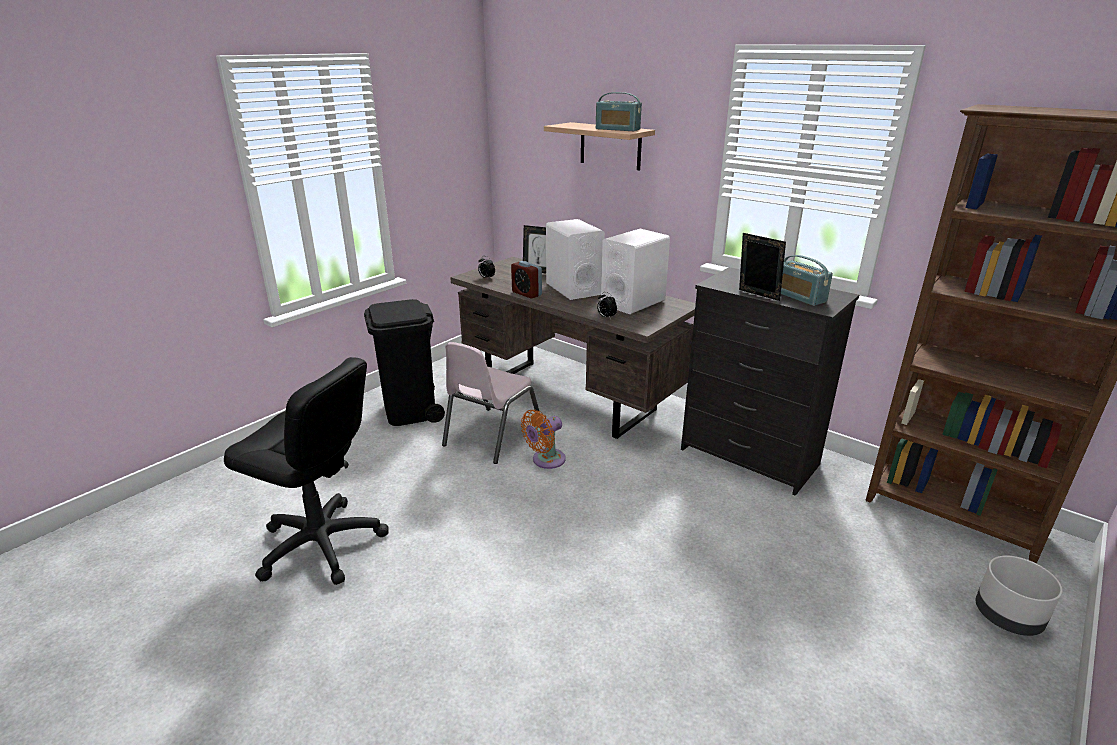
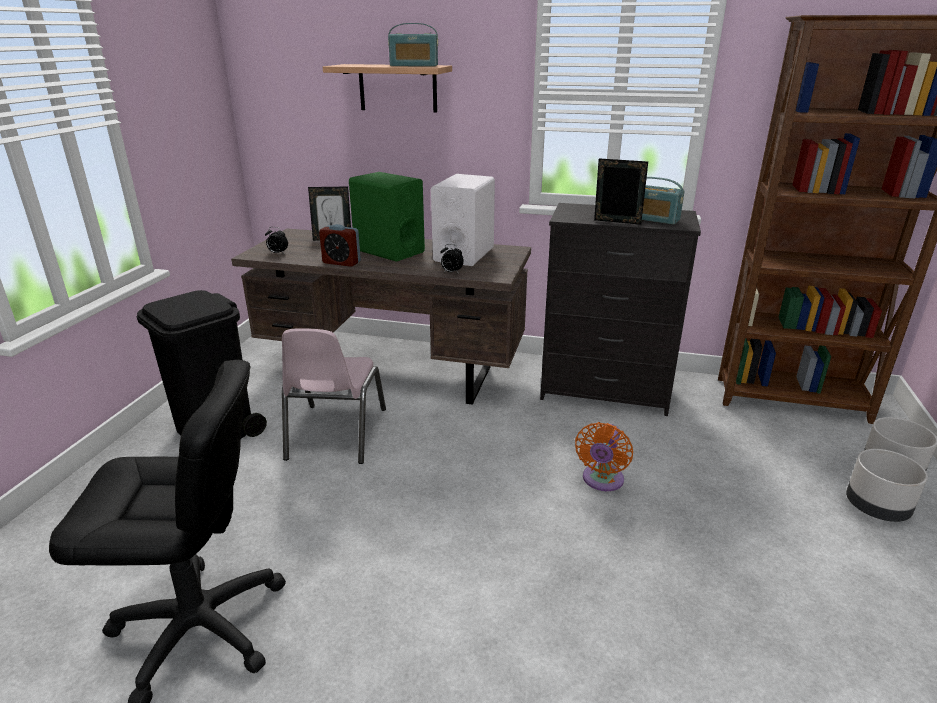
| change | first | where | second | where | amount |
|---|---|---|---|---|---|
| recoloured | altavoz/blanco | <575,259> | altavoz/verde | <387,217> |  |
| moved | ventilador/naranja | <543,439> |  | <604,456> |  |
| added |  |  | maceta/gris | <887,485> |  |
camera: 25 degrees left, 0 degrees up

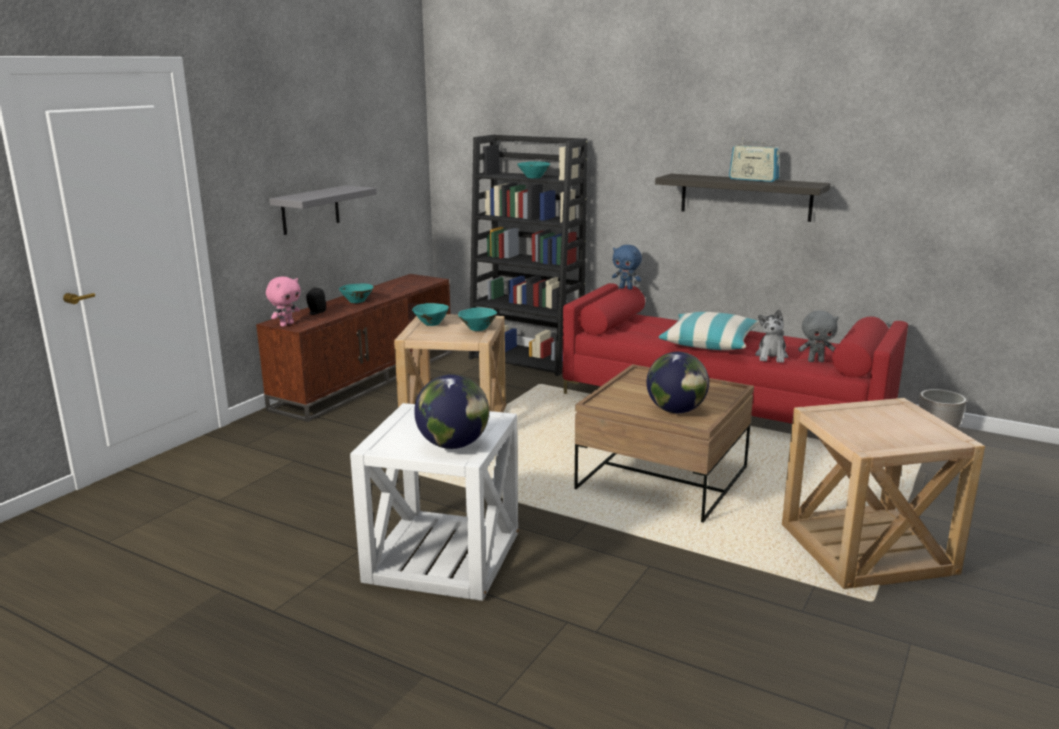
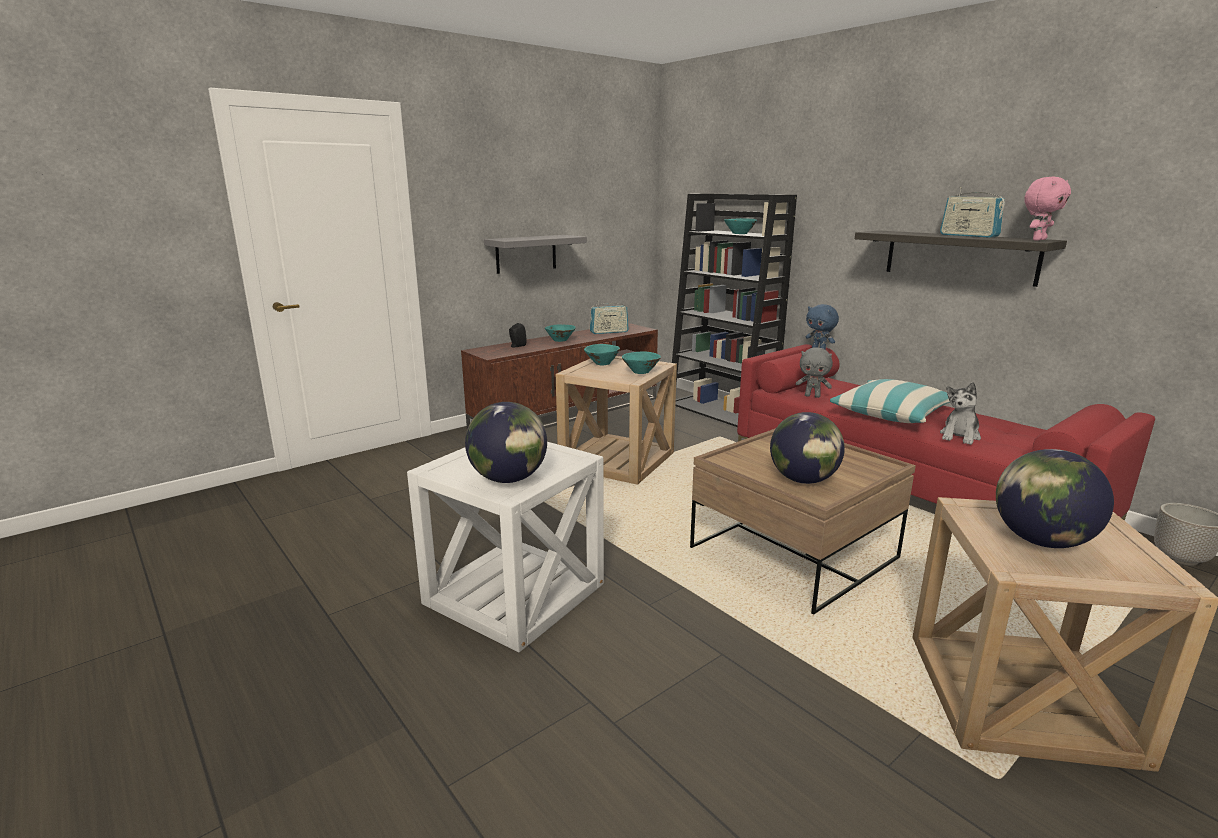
| change | first | where | second | where | amount |
|---|---|---|---|---|---|
| added |  |  | radio | <609,317> |  |
| moved | peluche/gris | <818,336> |  | <814,372> |  |
| added |  |  | globo terráqueo | <1055,498> |  |
| moved | peluche/rosa | <283,301> |  | <1047,209> |  |
camera: 20 degrees right, 0 degrees up

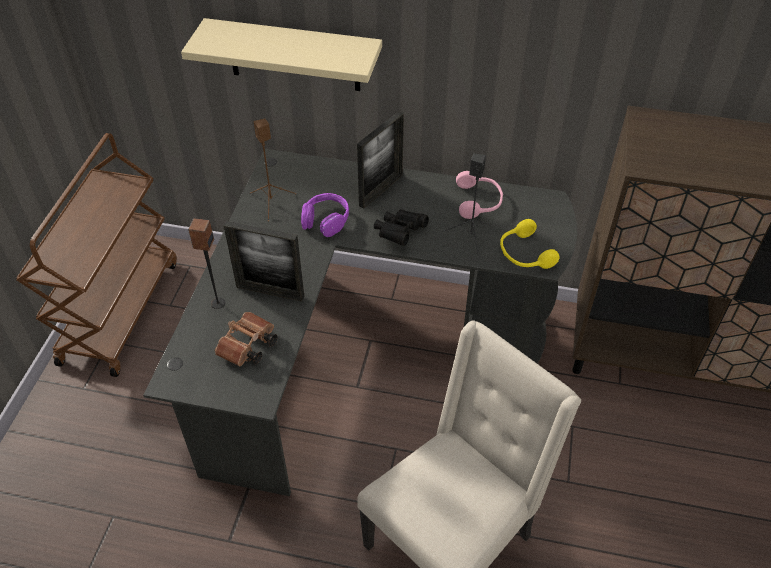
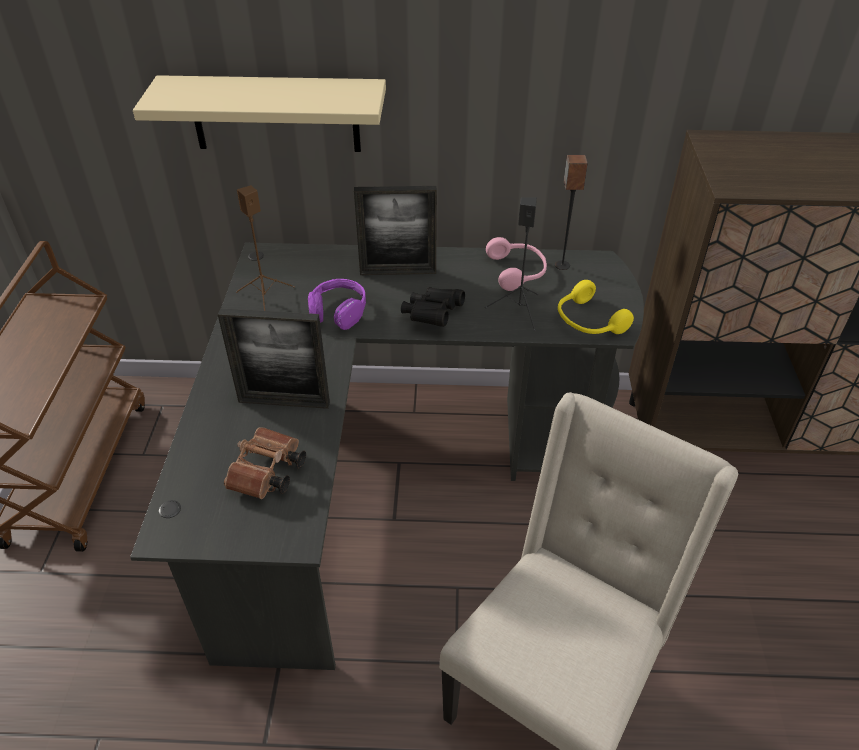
| change | first | where | second | where | amount |
|---|---|---|---|---|---|
| turned | portarretratos | <380,160> |  | <395,230> | 60 degrees clockwise |
| moved | altavoz | <206,263> |  | <571,212> |  |
camera: 10 degrees left, 5 degrees down

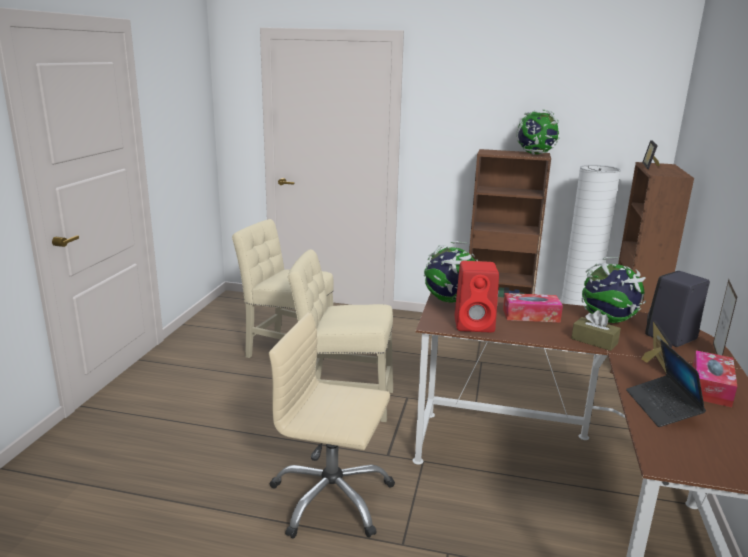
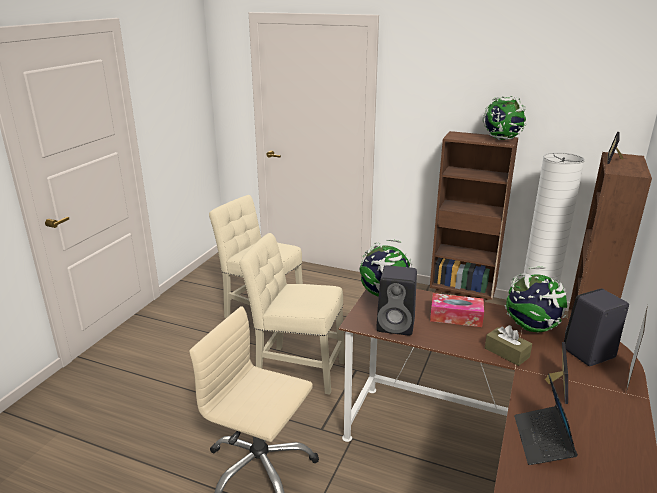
| change | first | where | second | where | amount |
|---|---|---|---|---|---|
| recoloured | altavoz/rojo | <477,296> | altavoz/negro | <396,300> |  |
| removed | caja de pañuelos | <714,378> |  |  |  |
camera: 10 degrees right, 5 degrees up

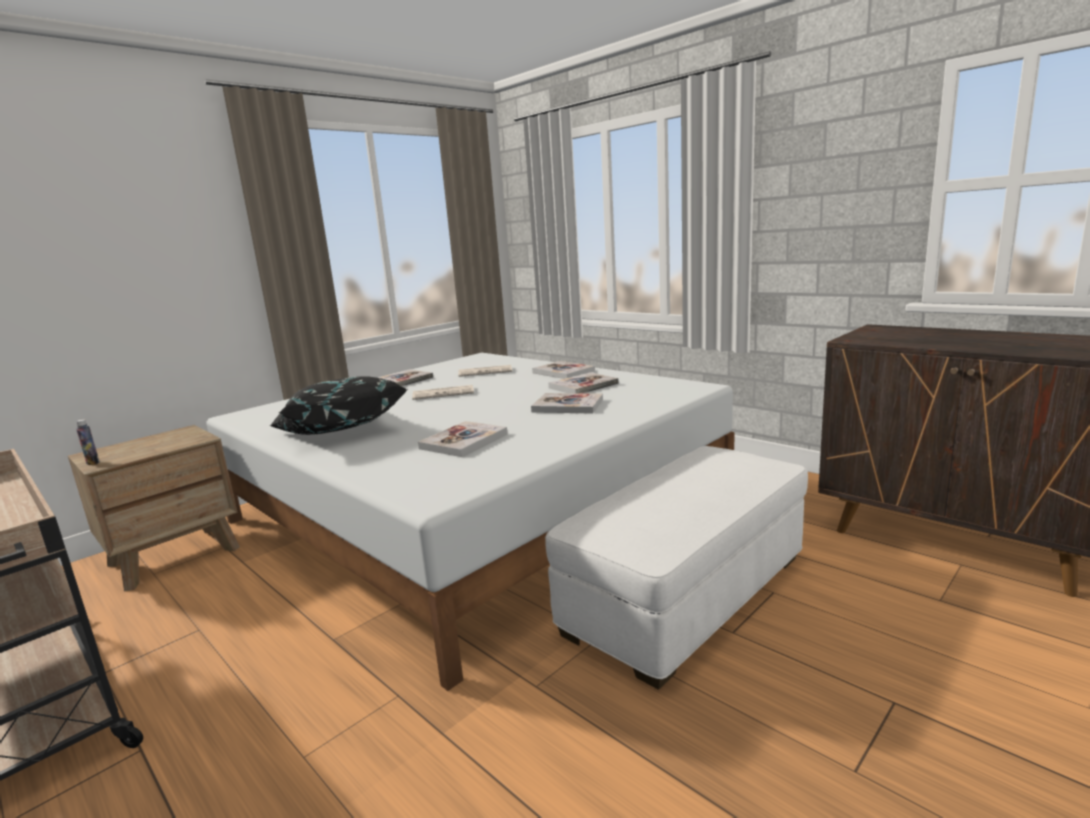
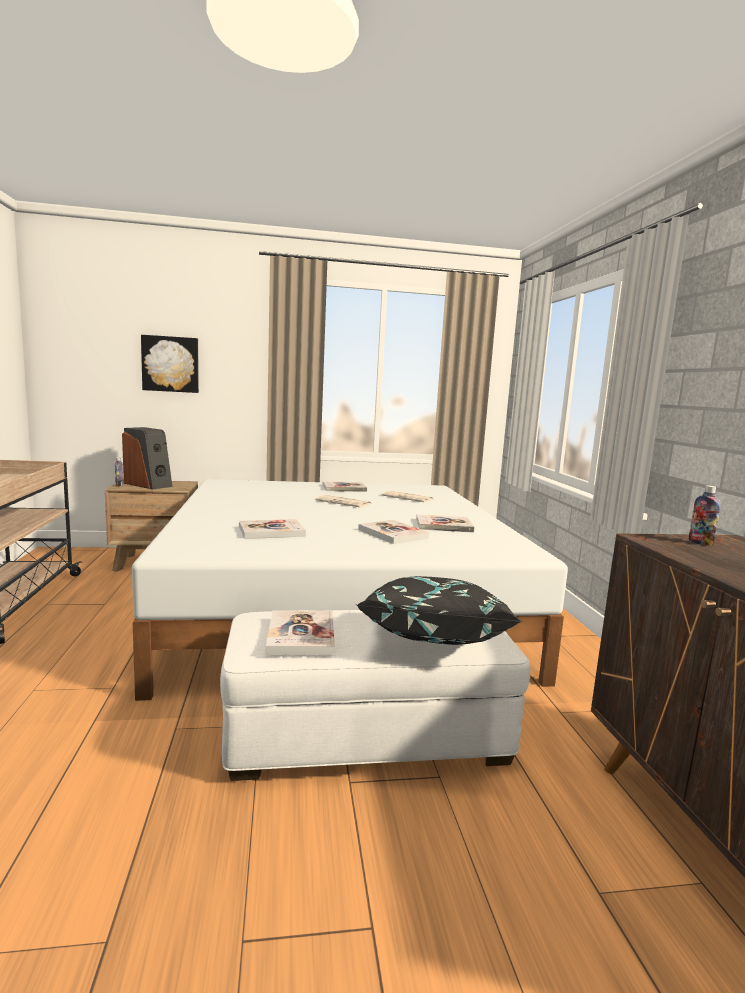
| change | first | where | second | where | amount |
|---|---|---|---|---|---|
| added |  |  | altavoz | <147,458> |  |
| added |  |  | cuadro | <170,364> |  |
| moved | libro | <563,370> |  | <300,632> |  |
| moved | cojín/negro | <339,405> |  | <439,610> |  |
| added |  |  | botella | <705,515> |  |
camera: 35 degrees right, 5 degrees down

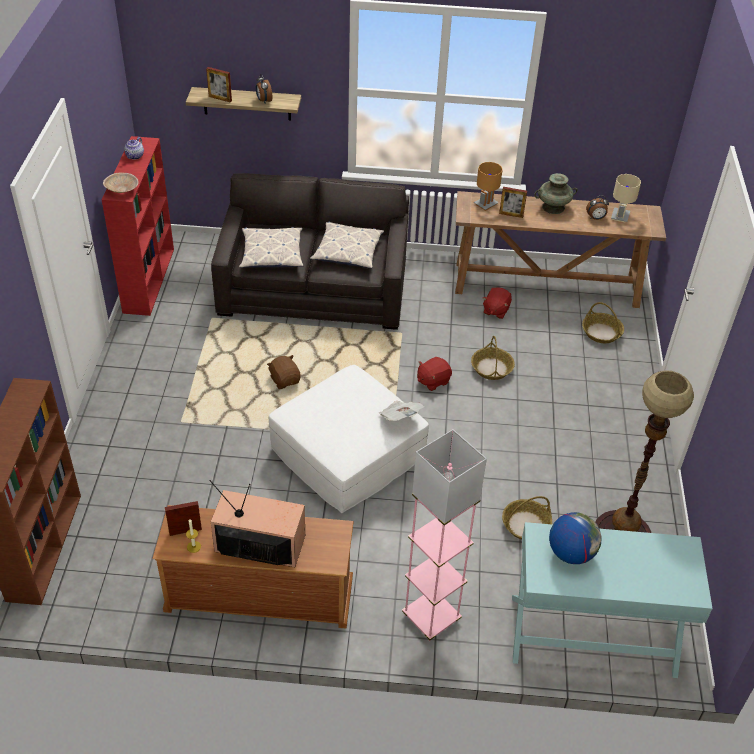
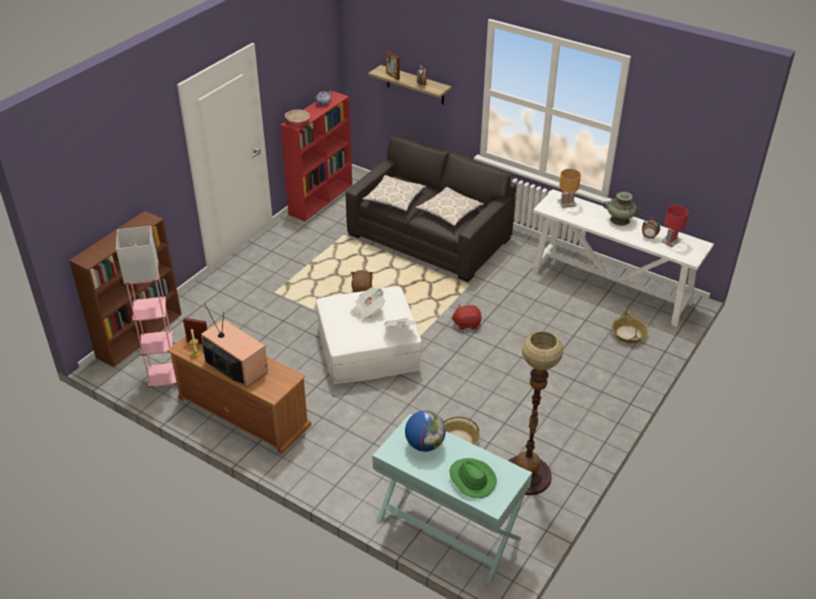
| change | first | where | second | where | amount |
|---|---|---|---|---|---|
| moved | lámpara de pie/rosa | <444,535> |  | <146,308> |  |
| added |  |  | periódico | <367,304> |  |
| added |  |  | sombrero/verde | <473,478> |  |
| recoloured | mesa consola/marrón | <560,249> | mesa consola/blanco | <623,258> |  |
| recoloured | lámpara de mesa/beis | <626,198> | lámpara de mesa/rojo | <674,226> |  |
| removed | cesta | <493,358> |  |  |  |
| removed | peluche/rojo | <497,303> |  |  |  |
| removed | portarretratos | <513,202> |  |  |  |
camera: 30 degrees right, 5 degrees down

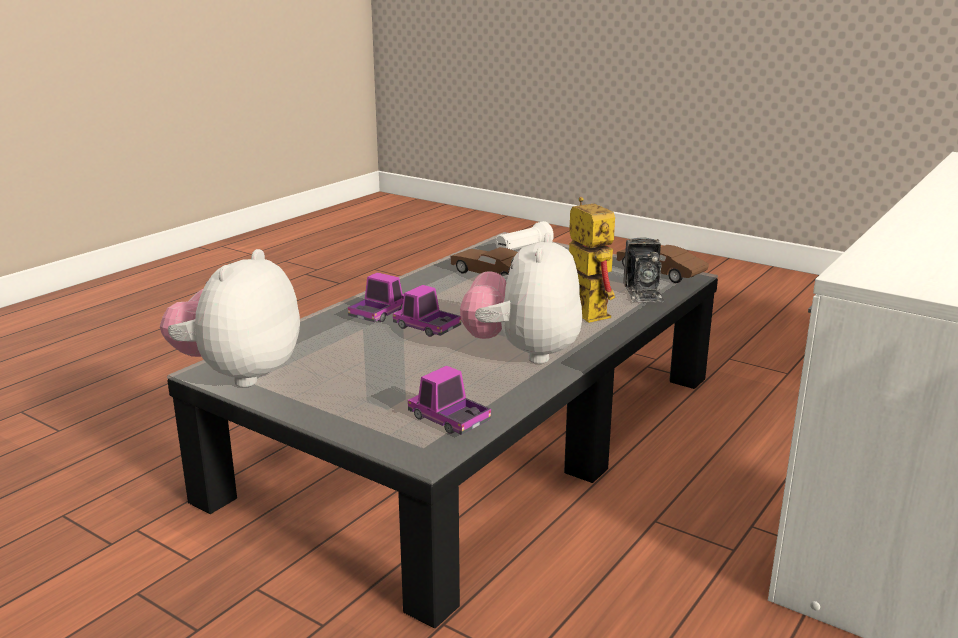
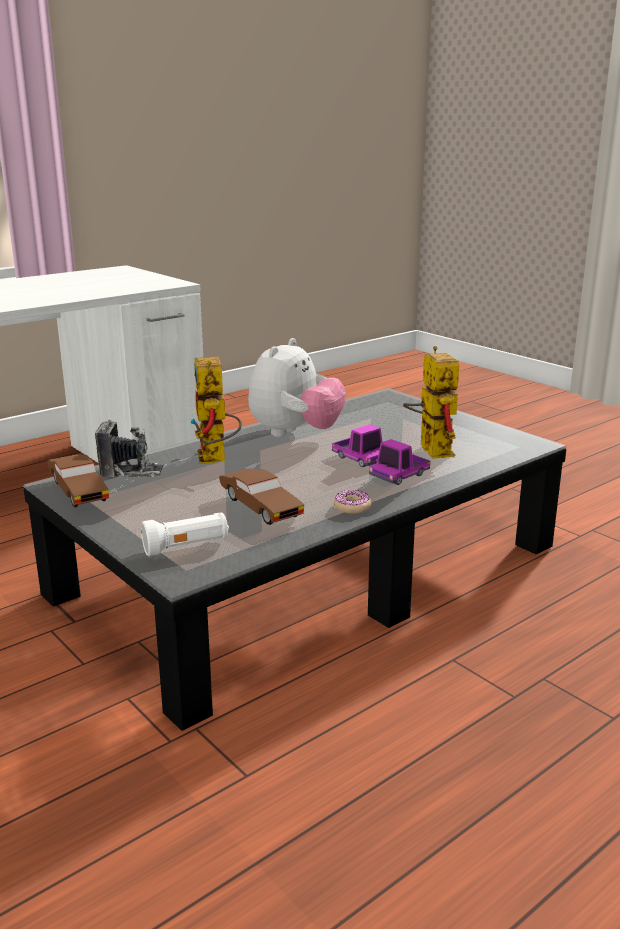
| change | first | where | second | where | amount |
|---|---|---|---|---|---|
| turned | cámara | <644,269> |  | <129,448> | 75 degrees clockwise |
| added |  |  | rosquilla | <352,502> |  |
| added |  |  | robot de juguete | <431,402> |  |
| removed | peluche | <230,318> |  |  |  |
| removed | camión de juguete | <449,400> |  |  |  |
camera: 165 degrees left, 0 degrees up

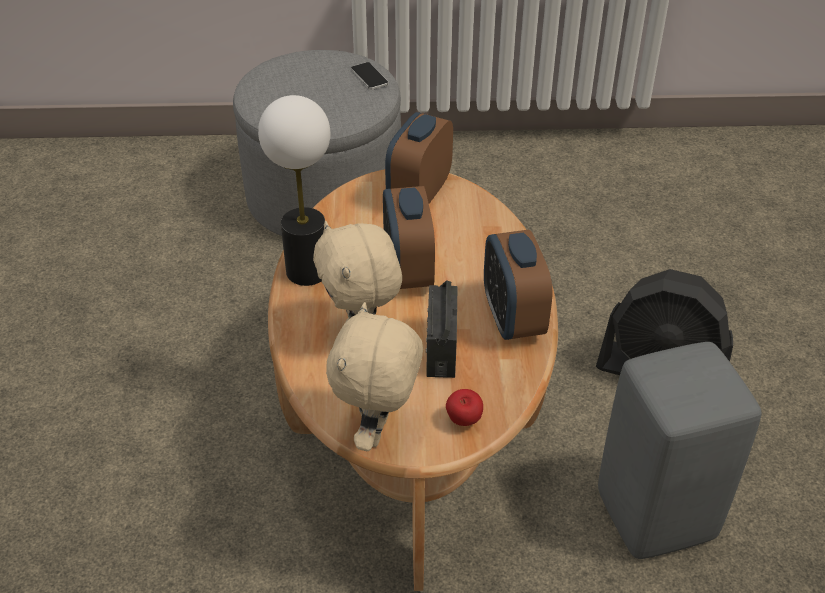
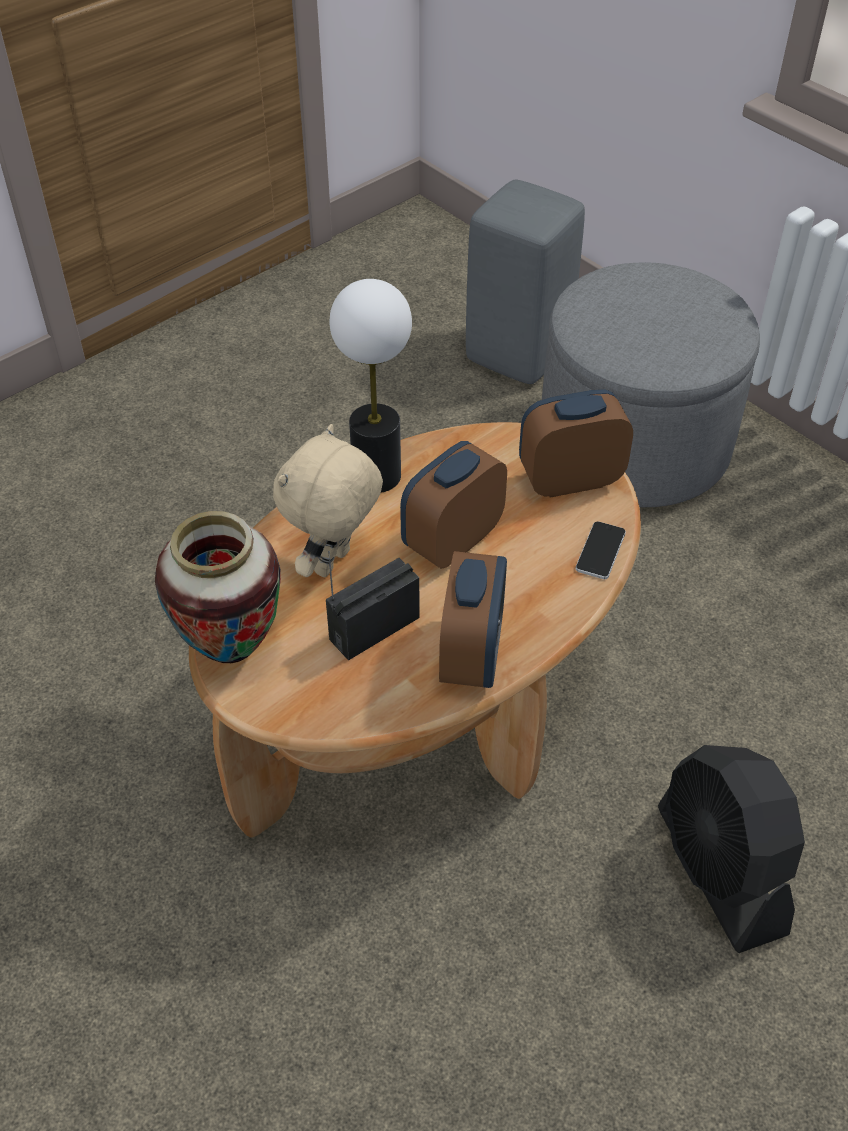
| change | first | where | second | where | amount |
|---|---|---|---|---|---|
| replaced | peluche/beis | <374,376> | florero | <218,587> |  |
| turned | despertador | <518,284> |  | <473,619> | 150 degrees clockwise |
| moved | taburete/gris | <679,450> |  | <525,282> |  |
| moved | móvil | <370,76> |  | <601,550> |  |
| removed | manzana | <464,407> |  |  |  |
camera: 50 degrees right, 5 degrees up

